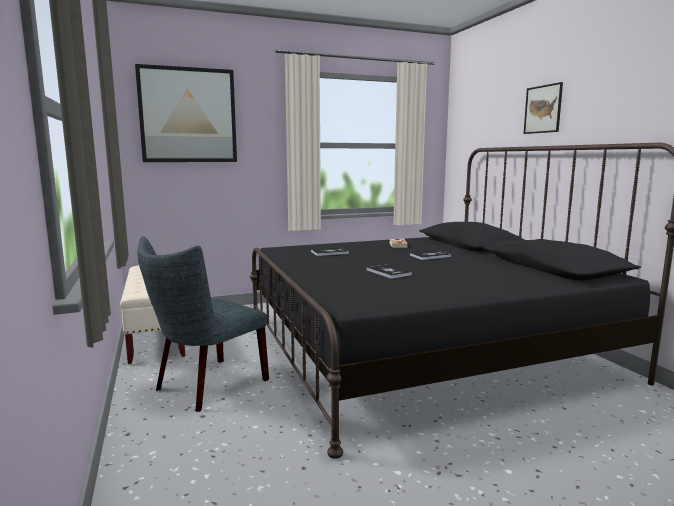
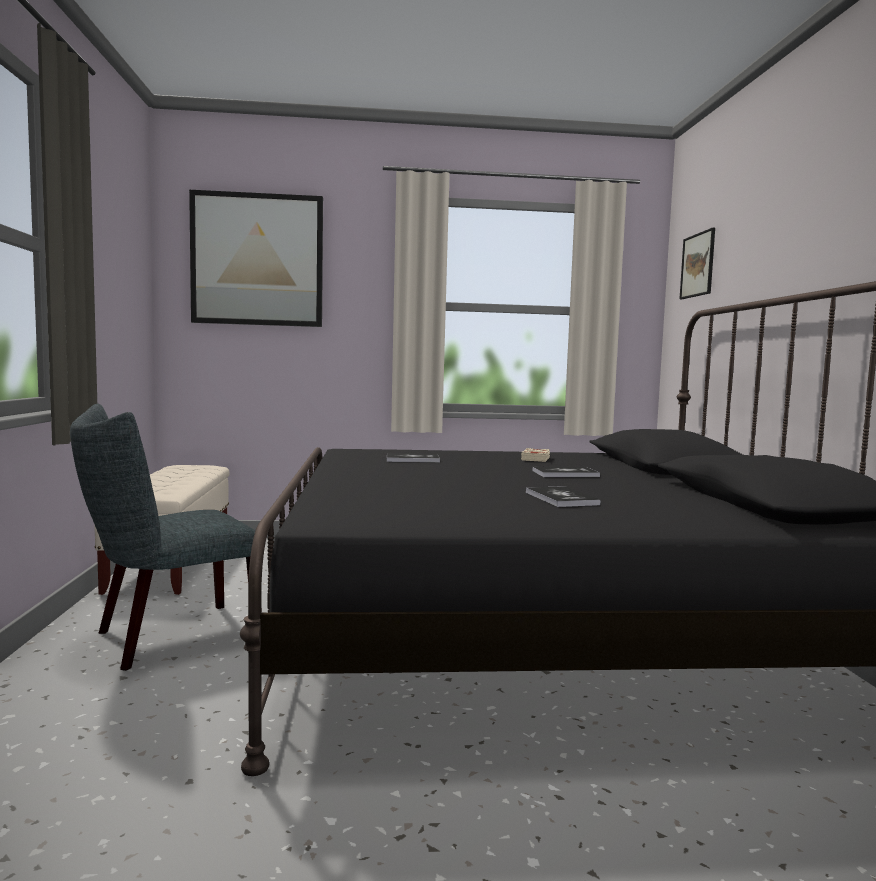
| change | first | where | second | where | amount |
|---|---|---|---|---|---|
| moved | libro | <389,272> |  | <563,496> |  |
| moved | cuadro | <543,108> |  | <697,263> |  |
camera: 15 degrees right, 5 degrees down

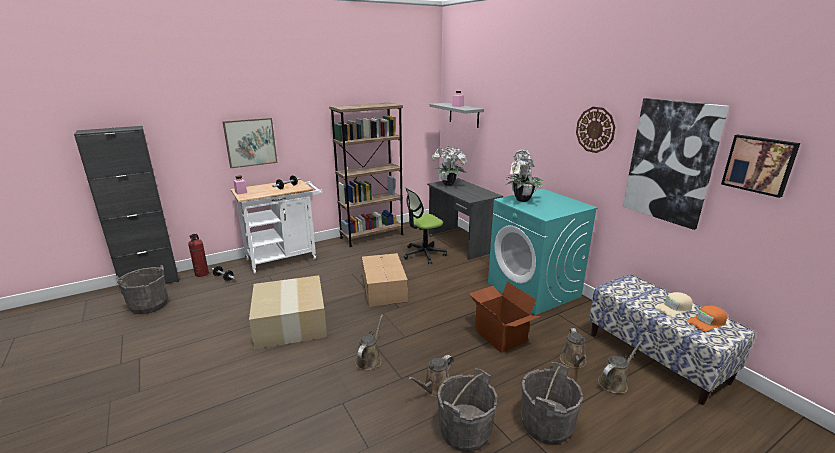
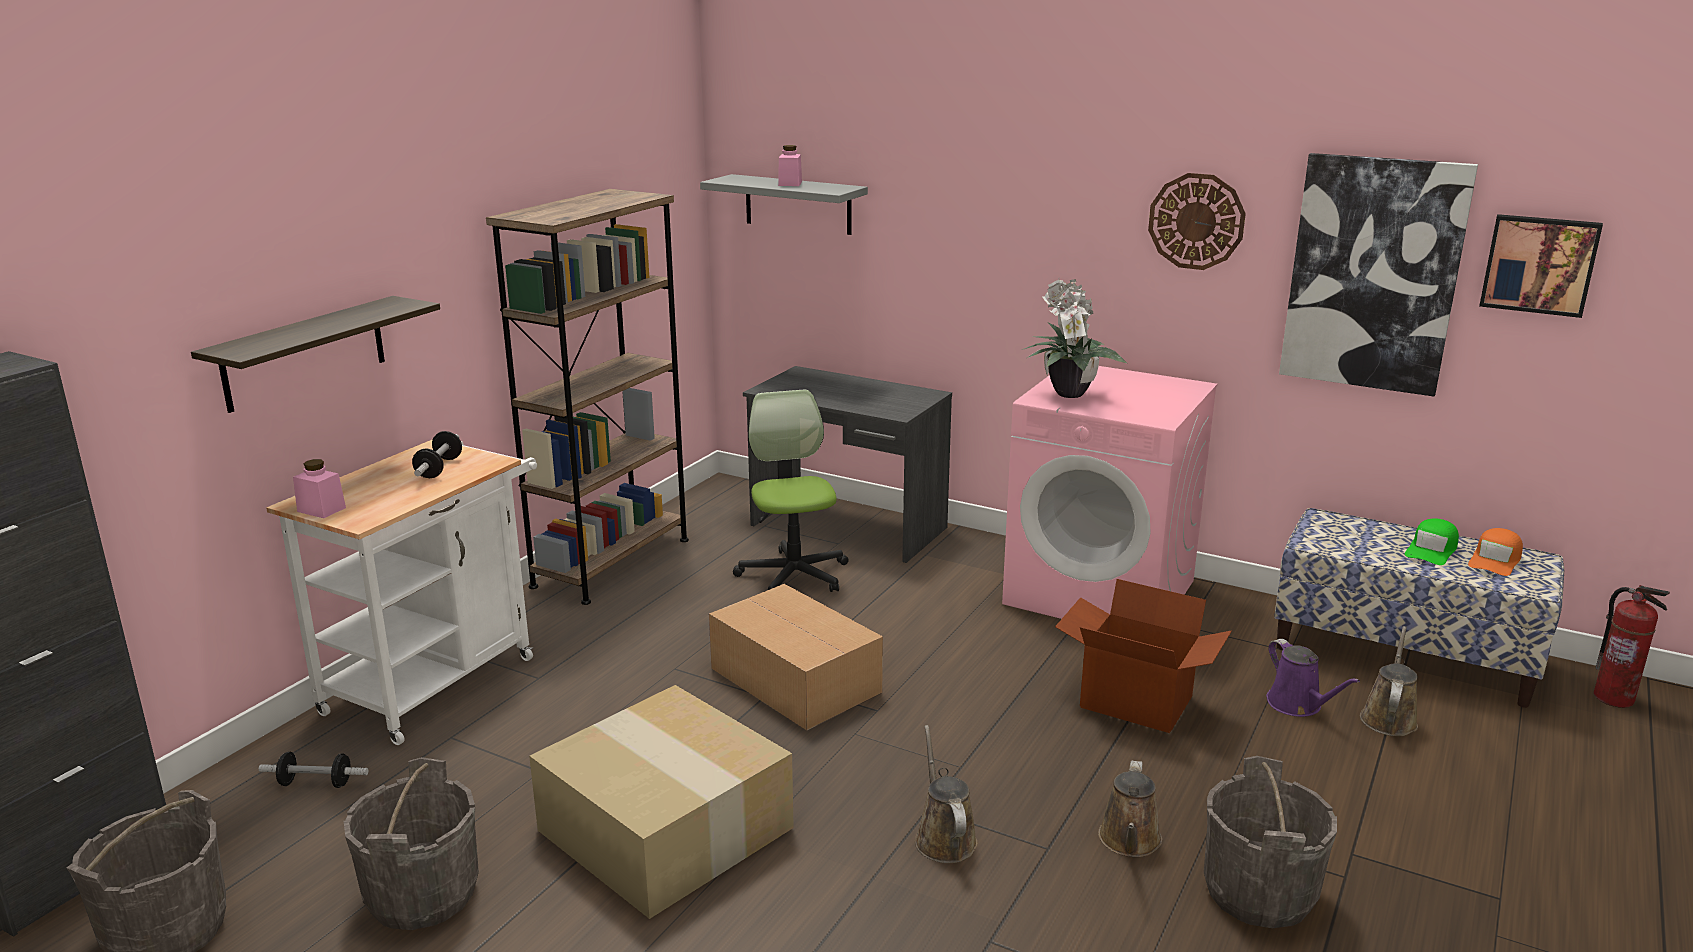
| change | first | where | second | where | amount |
|---|---|---|---|---|---|
| replaced | cuadro | <249,143> | estante | <315,354> |  |
| moved | cubo/gris | <552,403> |  | <411,843> |  |
| turned | silla de oficina | <425,226> |  | <790,490> | 135 degrees clockwise |
| recoloured | lavadora/turquesa | <543,252> | lavadora/rosa | <1110,492> |  |
| recoloured | regadera/marrón | <573,348> | regadera/morado | <1313,678> |  |
| recoloured | gorra/beis | <674,304> | gorra/verde | <1432,541> |  |
| moved | extintor | <198,255> |  | <1632,646> |  |
| removed | planta en maceta | <449,166> |  |  |  |
camera: 30 degrees left, 0 degrees up

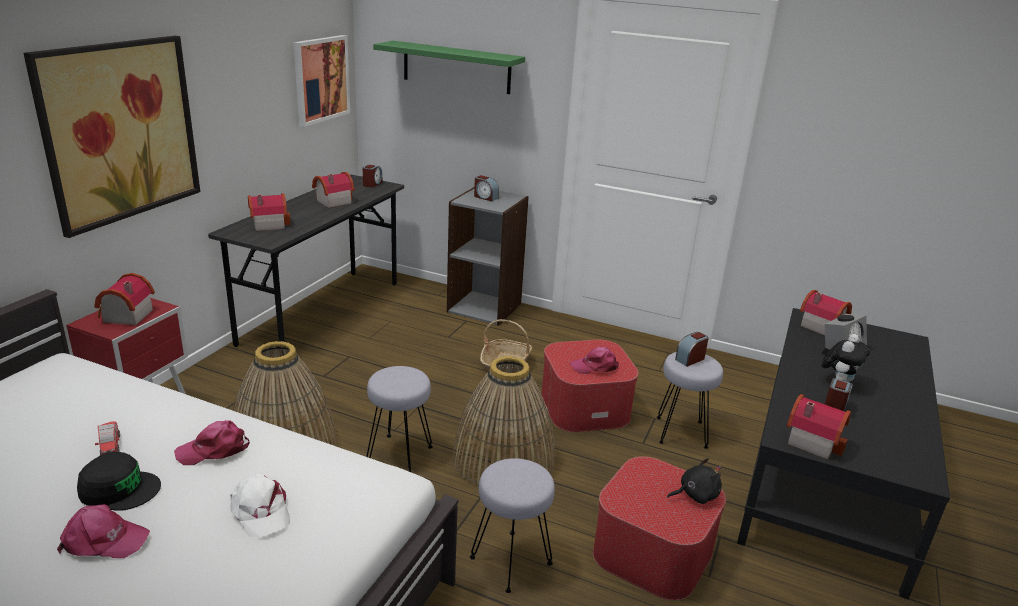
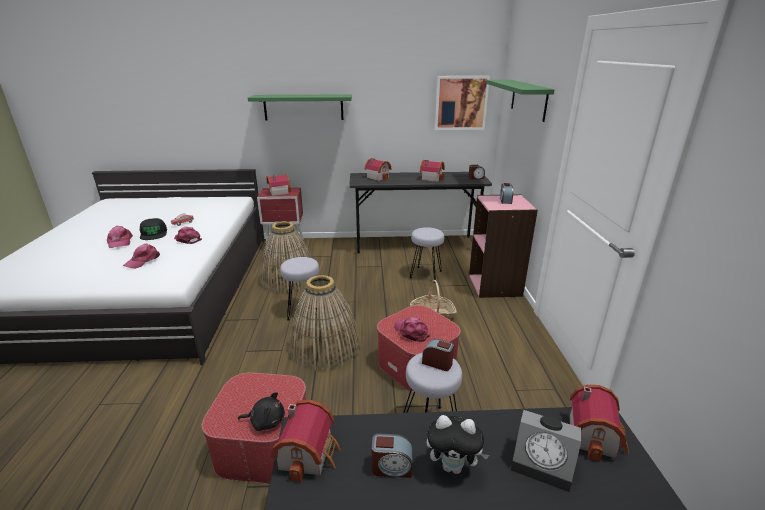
| change | first | where | second | where | amount |
|---|---|---|---|---|---|
| recoloured | gorra/blanco | <260,505> | gorra/rosa | <141,256> |  |
| turned | peluche/negro | <694,481> |  | <261,411> | 45 degrees counterclockwise |
| replaced | cuadro | <111,137> | estante/verde | <300,107> |  |
| moved | taburete/gris | <512,525> |  | <426,255> |  |
| recoloured | estantería/gris | <488,256> | estantería/rosa | <503,246> |  |
camera: 65 degrees right, 0 degrees up

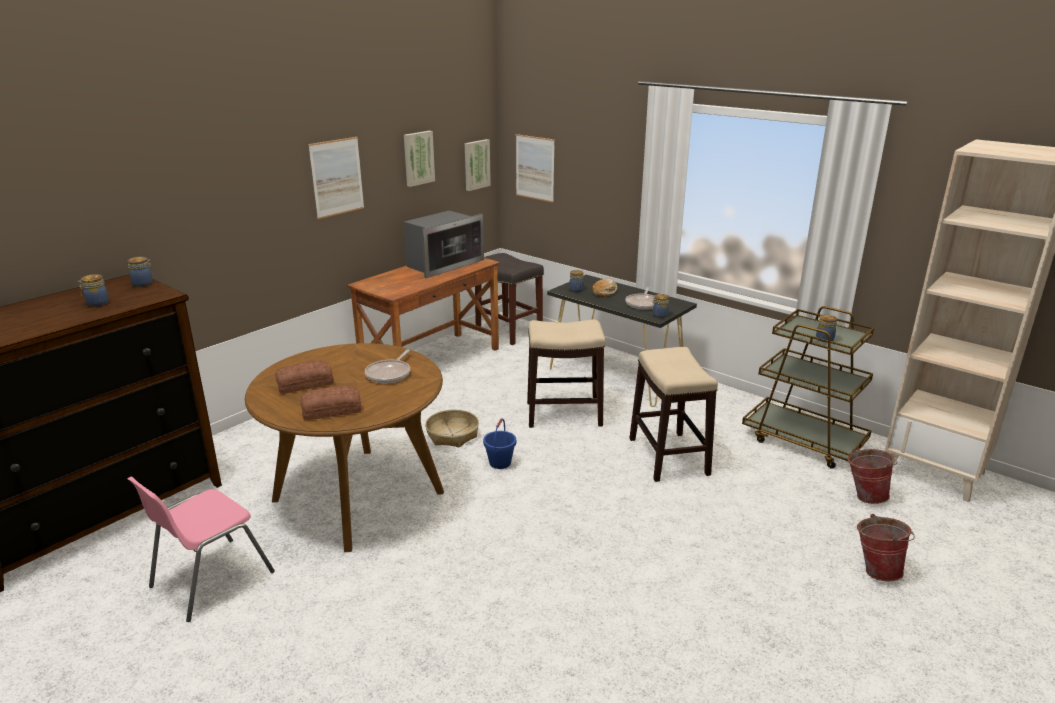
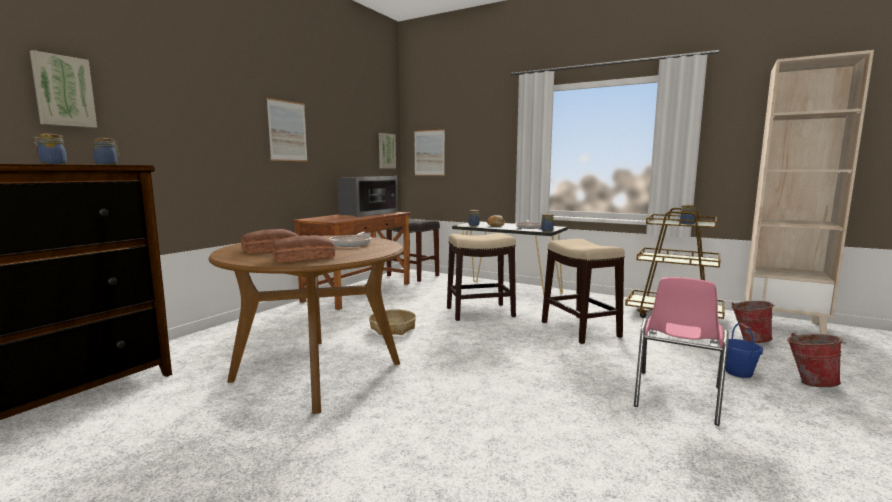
| change | first | where | second | where | amount |
|---|---|---|---|---|---|
| moved | cuadro | <419,159> |  | <63,89> |  |
| moved | silla/rosa | <201,549> |  | <681,351> |  |
| moved | cubo/azul | <499,443> |  | <744,350> |  |
camera: 10 degrees left, 15 degrees down

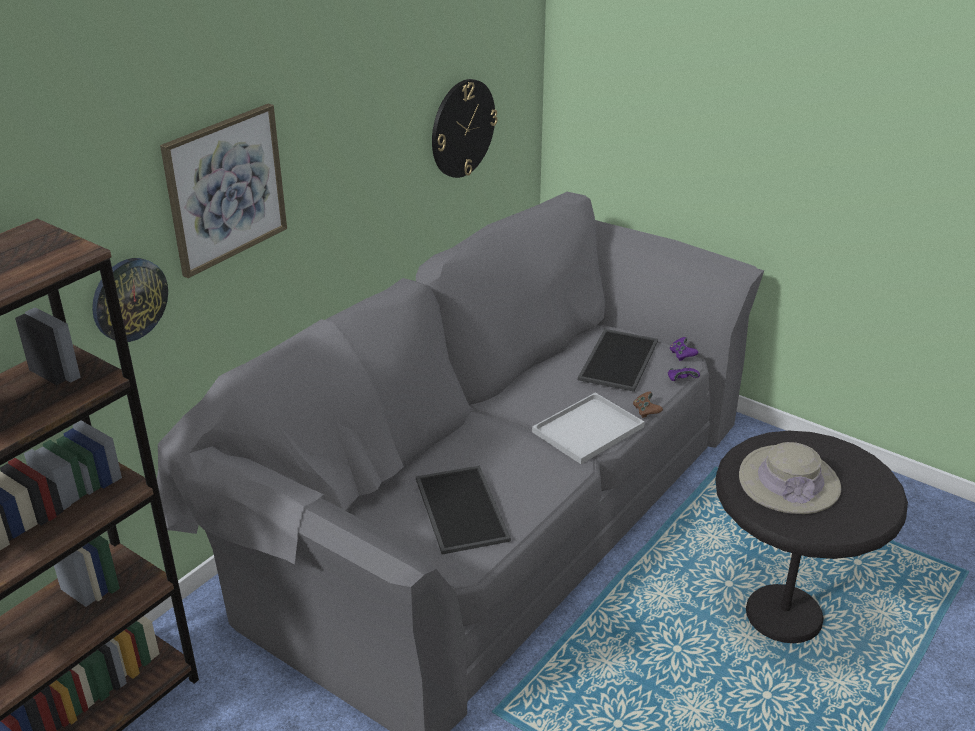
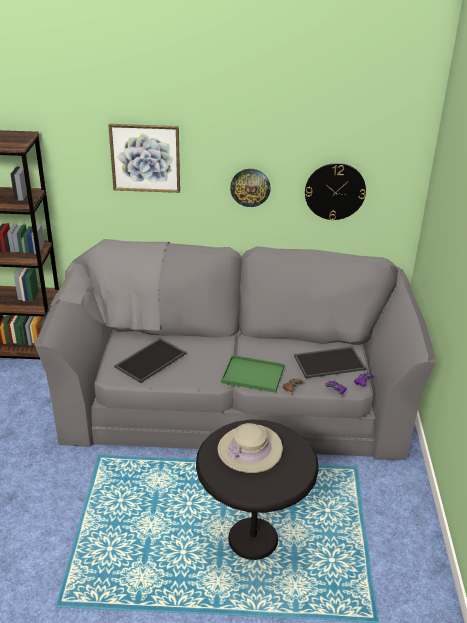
| change | first | where | second | where | amount |
|---|---|---|---|---|---|
| recoloured | bandeja/blanco | <588,428> | bandeja/verde | <252,374> |  |
| moved | reloj de pared | <130,300> |  | <250,188> |  |
camera: 55 degrees right, 0 degrees up

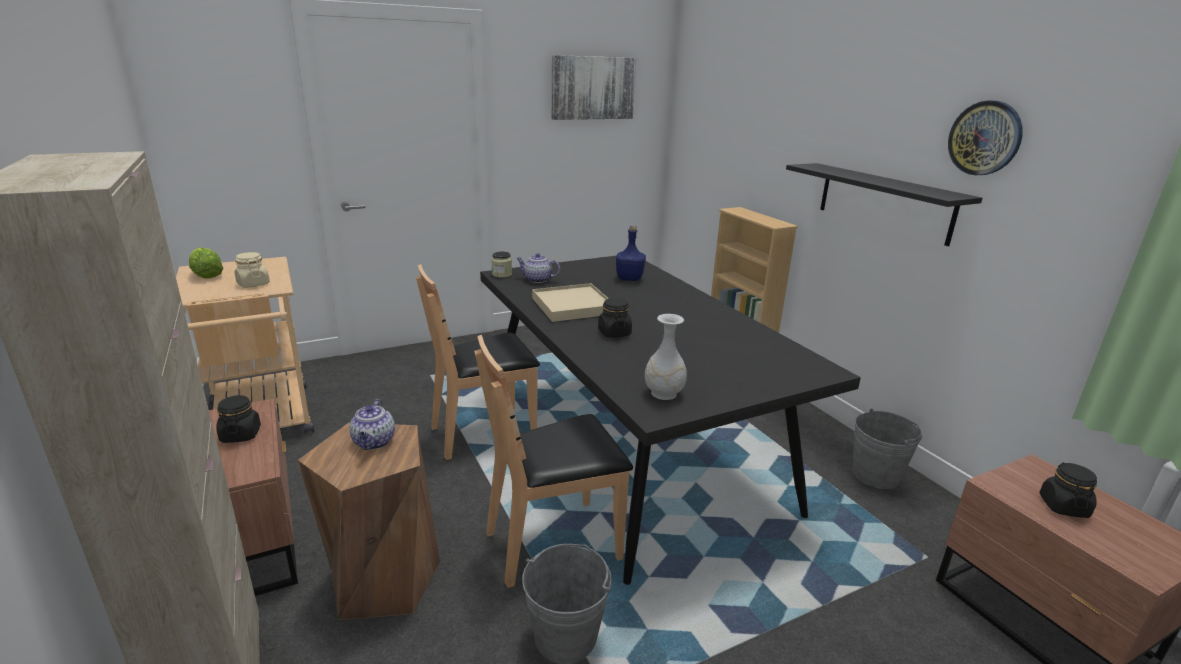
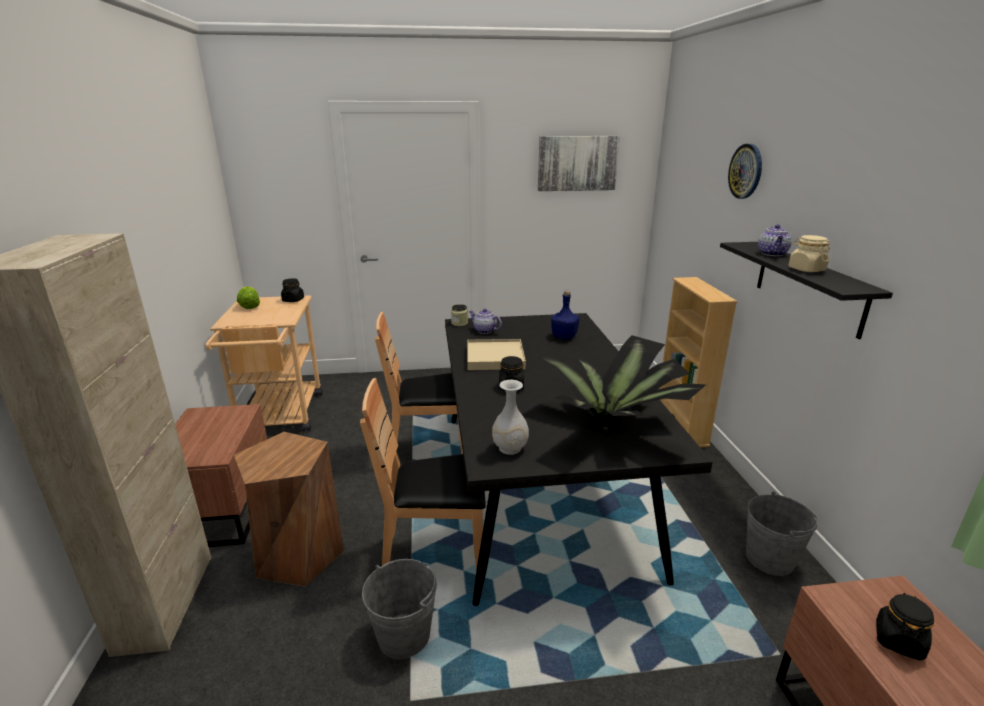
| change | first | where | second | where | amount |
|---|---|---|---|---|---|
| moved | tarro/negro | <238,419> |  | <292,290> |  |
| added |  |  | planta en maceta | <622,385> |  |
| moved | reloj de pared | <985,137> |  | <745,171> |  |
| moved | tetera | <372,424> |  | <775,240> |  |
| moved | tarro/beis | <252,270> |  | <809,253> |  |
camera: 20 degrees right, 0 degrees up

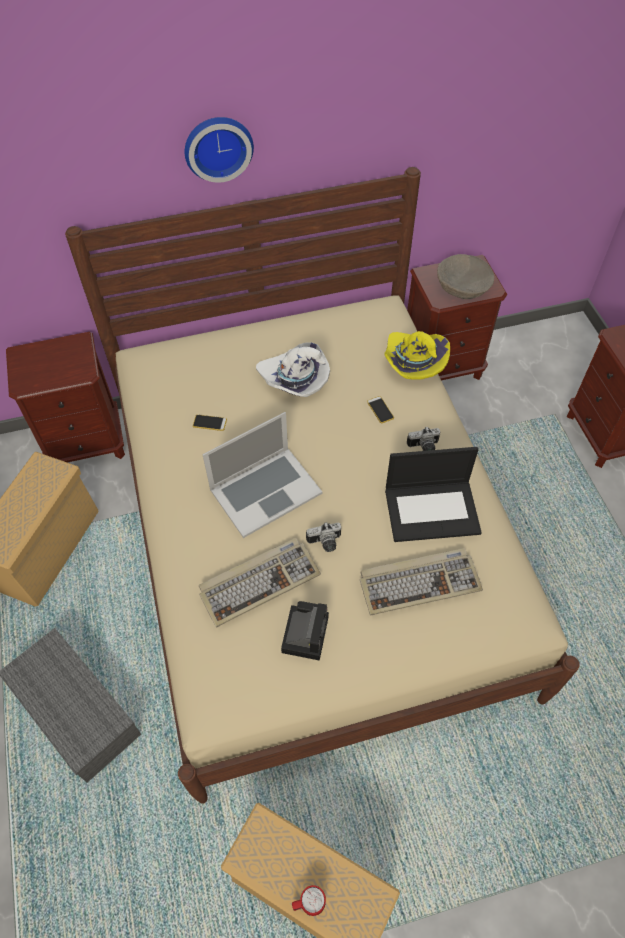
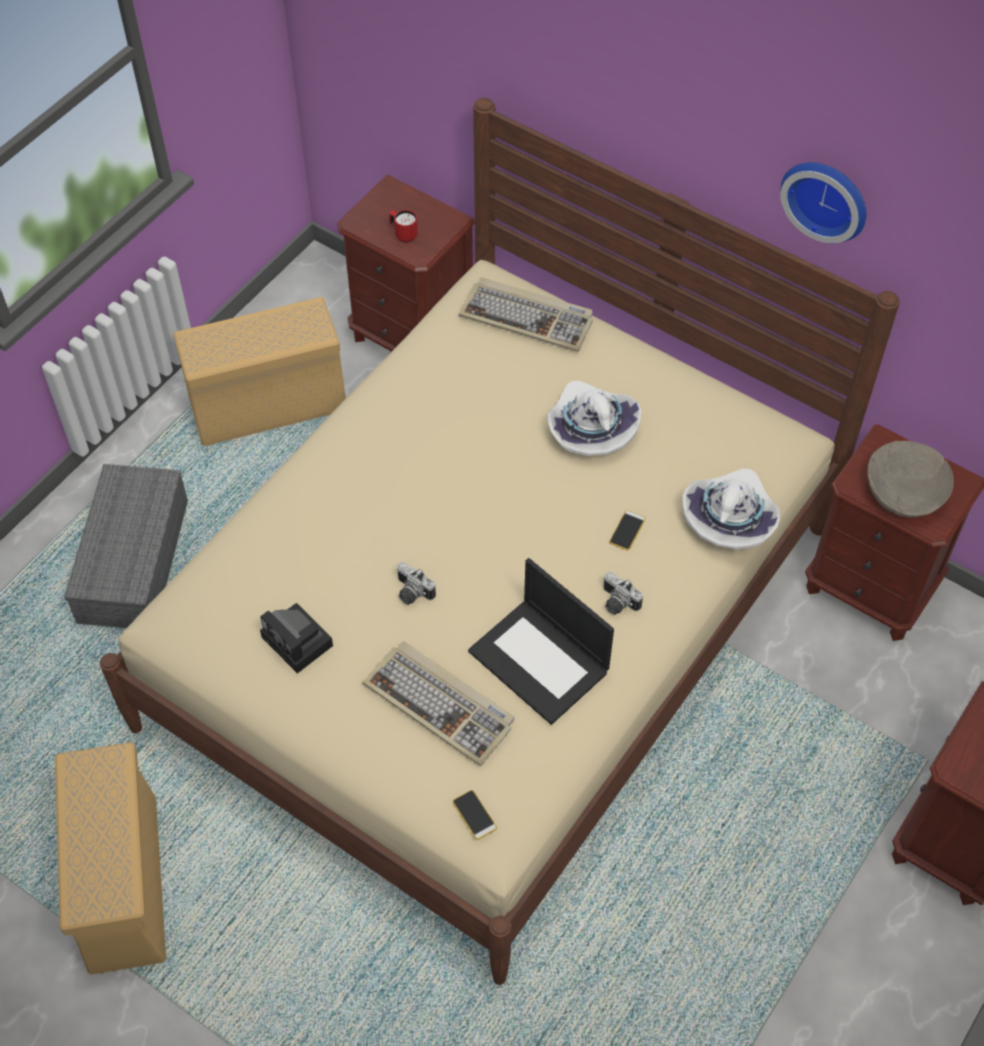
| change | first | where | second | where | amount |
|---|---|---|---|---|---|
| turned | cámara | <305,631> |  | <296,638> | 75 degrees clockwise |
| moved | taza grande/rojo | <309,900> |  | <403,226> |  |
| moved | móvil | <210,423> |  | <475,815> |  |
| moved | teclado | <260,583> |  | <526,314> |  |
| recoloured | sombrero/amarillo | <417,355> | sombrero/blanco | <731,509> |  |
| moved | reloj de pared | <219,150> |  | <823,202> |  |
| removed | portátil | <262,475> |  |  |  |
camera: 50 degrees right, 0 degrees up

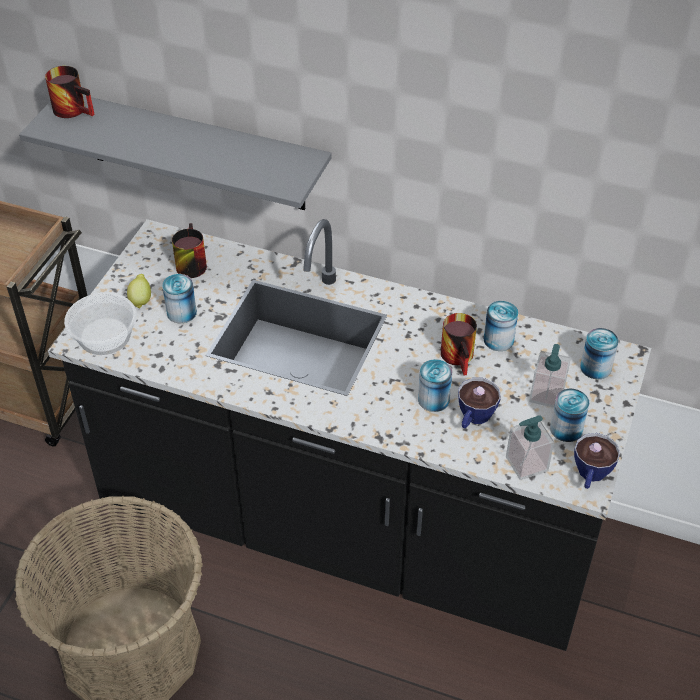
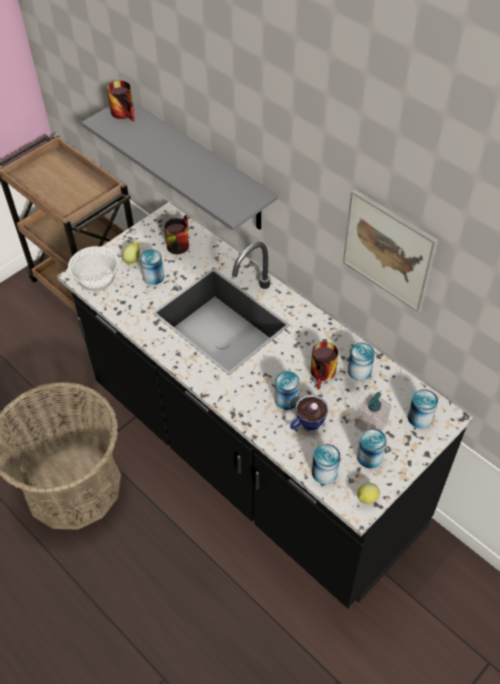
| change | first | where | second | where | amount |
|---|---|---|---|---|---|
| replaced | dispensador de jabón | <530,447> | lata | <326,464> |  |
| added |  |  | cuadro | <390,251> |  |
| replaced | taza | <597,461> | limón | <368,493> |  |
camera: 25 degrees right, 5 degrees up

